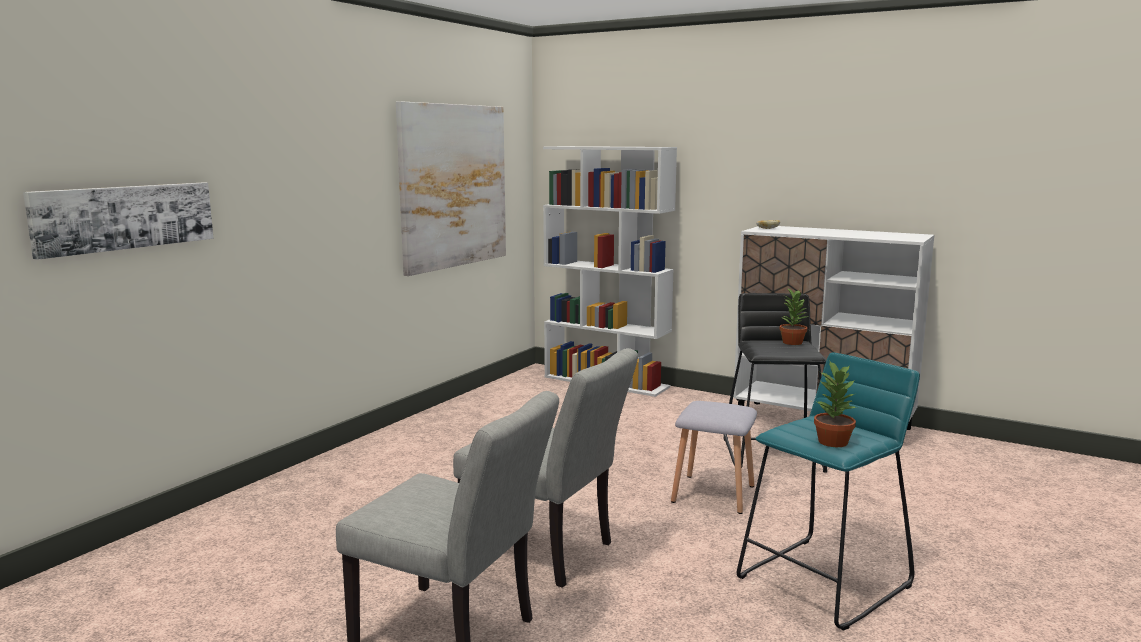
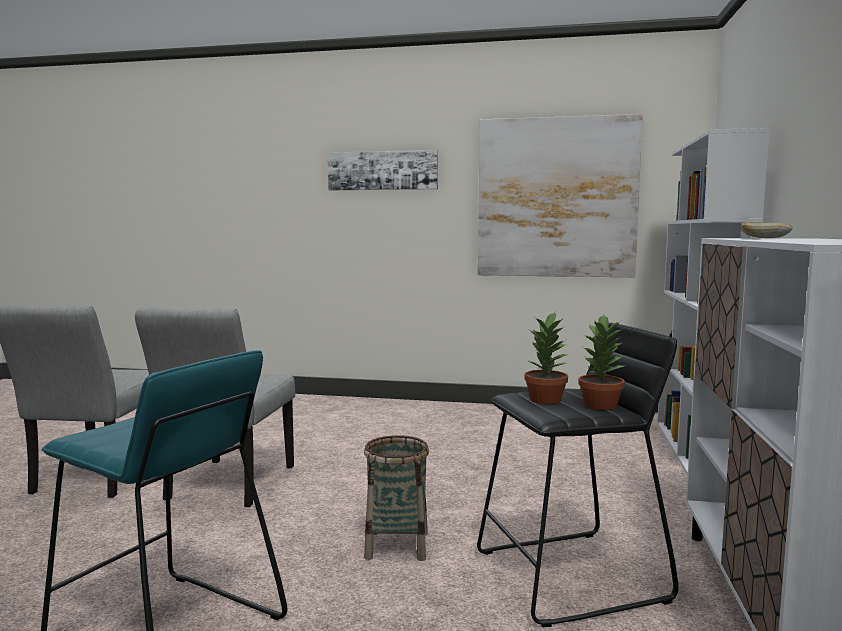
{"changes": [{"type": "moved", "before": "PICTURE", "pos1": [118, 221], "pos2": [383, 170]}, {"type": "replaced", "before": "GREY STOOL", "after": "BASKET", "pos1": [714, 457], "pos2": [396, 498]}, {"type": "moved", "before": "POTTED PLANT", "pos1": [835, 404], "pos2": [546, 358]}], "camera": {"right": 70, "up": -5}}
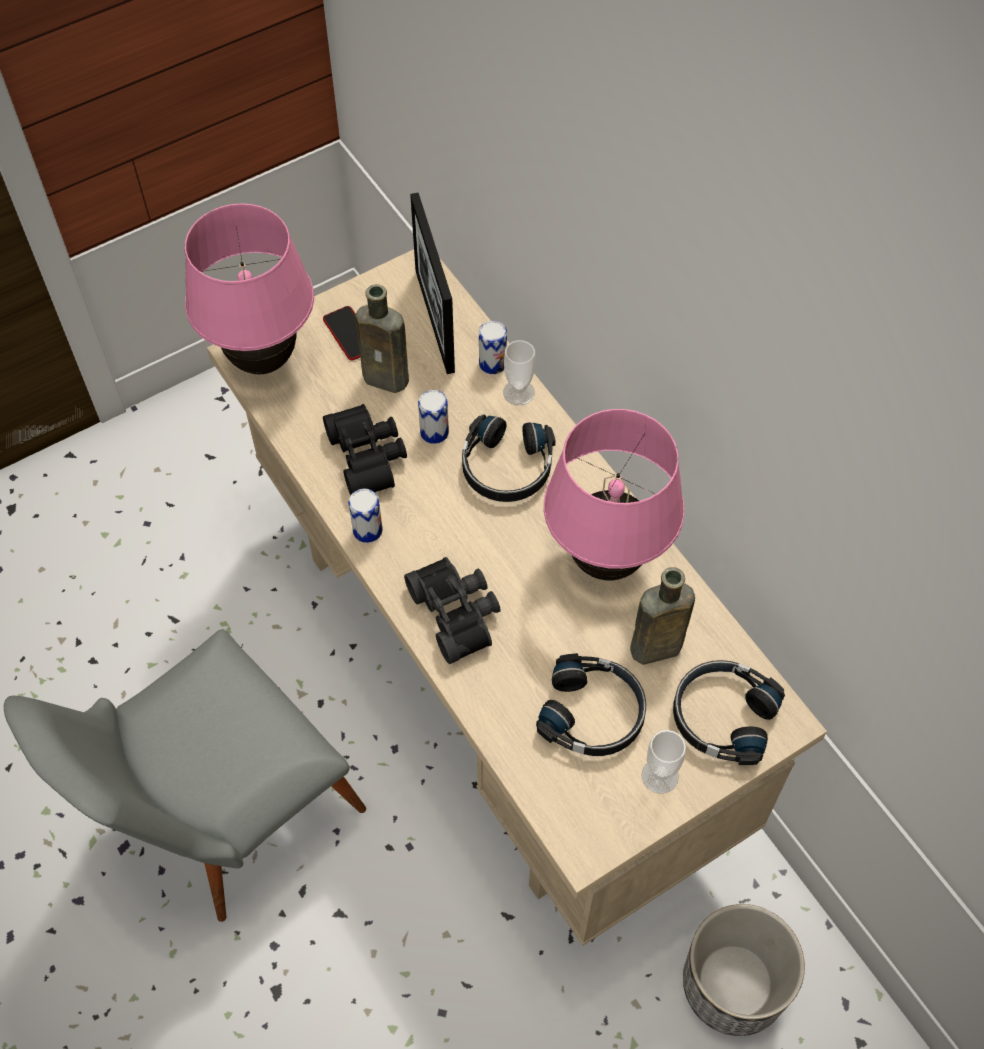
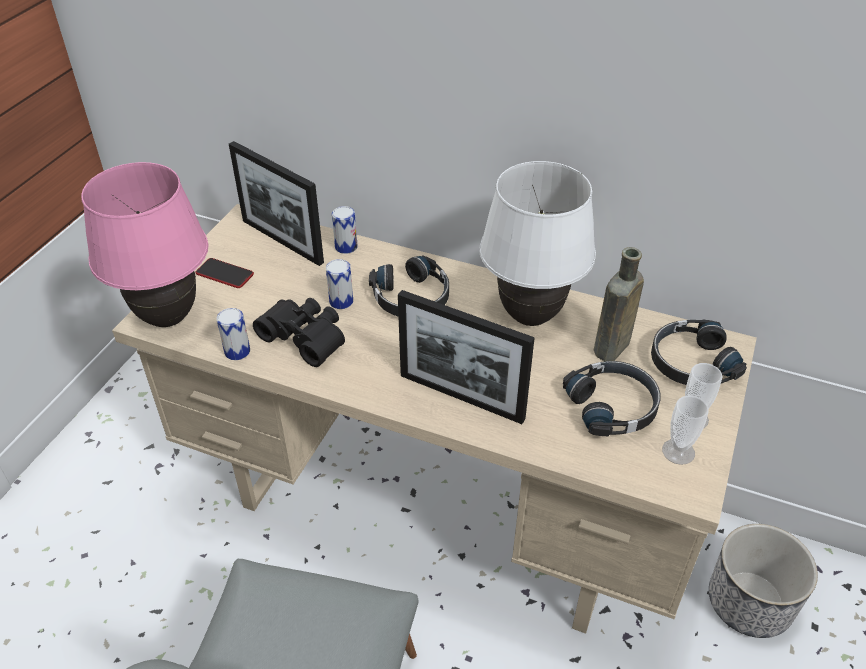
{"changes": [{"type": "moved", "before": "CAN", "pos1": [365, 516], "pos2": [233, 334]}, {"type": "replaced", "before": "BLACK BINOCULARS", "after": "PICTURE FRAME", "pos1": [452, 610], "pos2": [466, 357]}, {"type": "recoloured", "before": "PINK TABLE LAMP", "after": "WHITE TABLE LAMP", "pos1": [614, 494], "pos2": [537, 243]}, {"type": "moved", "before": "CUP", "pos1": [519, 372], "pos2": [685, 430]}, {"type": "removed", "before": "BROWN BOTTLE", "pos1": [382, 338]}], "camera": {"right": -35, "up": -15}}
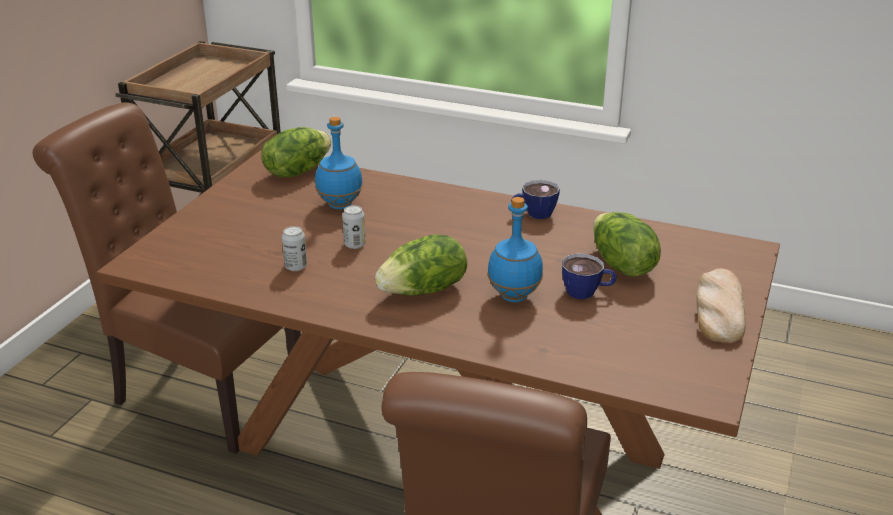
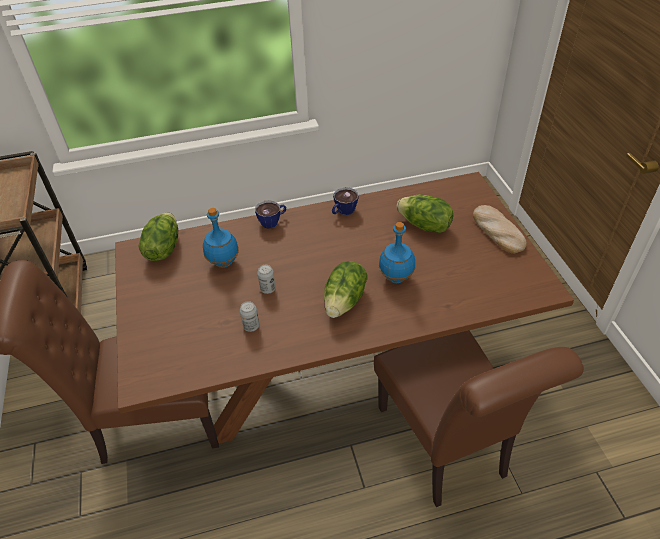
{"changes": [{"type": "moved", "before": "CUP", "pos1": [589, 276], "pos2": [270, 214]}], "camera": {"right": -35, "up": 15}}
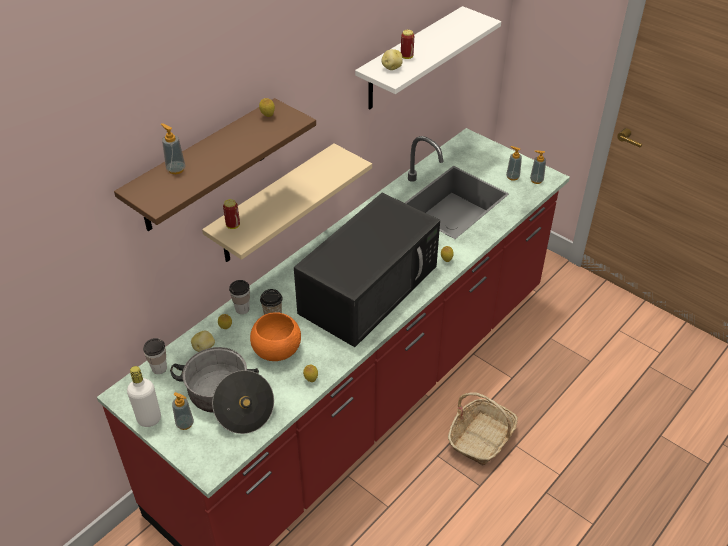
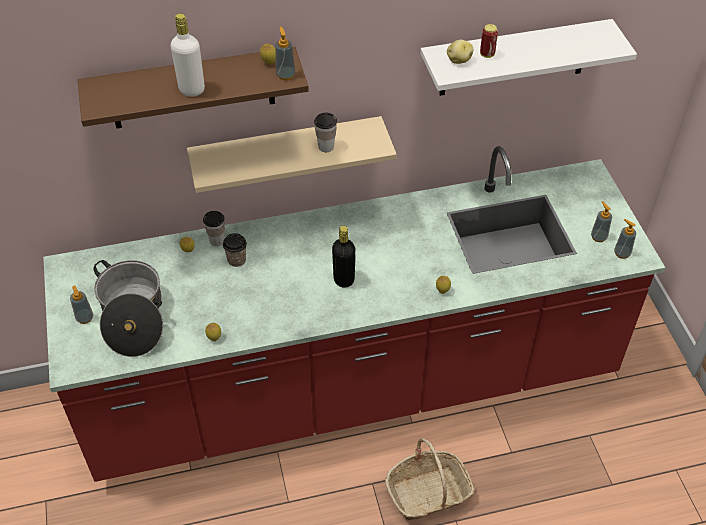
{"changes": [{"type": "moved", "before": "WHITE BOTTLE", "pos1": [144, 396], "pos2": [188, 55]}, {"type": "moved", "before": "SOAP DISPENSER", "pos1": [173, 148], "pos2": [285, 53]}, {"type": "moved", "before": "CUP", "pos1": [155, 356], "pos2": [325, 132]}, {"type": "replaced", "before": "BLACK MICROWAVE", "after": "BLACK BOTTLE", "pos1": [367, 270], "pos2": [343, 257]}, {"type": "removed", "before": "POTATO", "pos1": [203, 341]}, {"type": "removed", "before": "CAN", "pos1": [231, 214]}, {"type": "removed", "before": "ORANGE BOWL", "pos1": [275, 336]}], "camera": {"right": 35, "up": 5}}
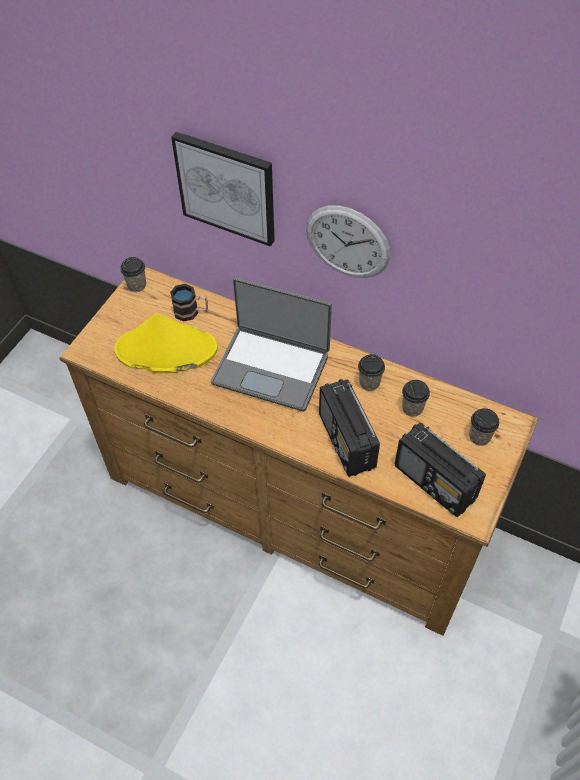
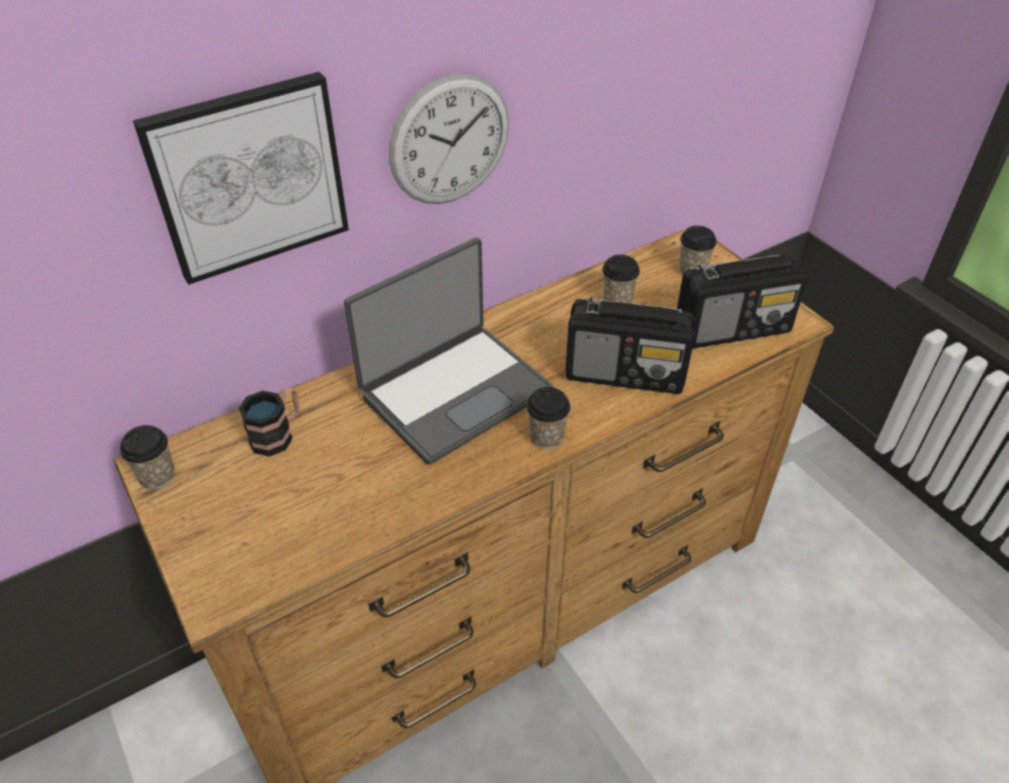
{"changes": [{"type": "moved", "before": "CUP", "pos1": [371, 372], "pos2": [548, 418]}, {"type": "removed", "before": "YELLOW HAT", "pos1": [166, 343]}], "camera": {"right": -60, "up": -10}}
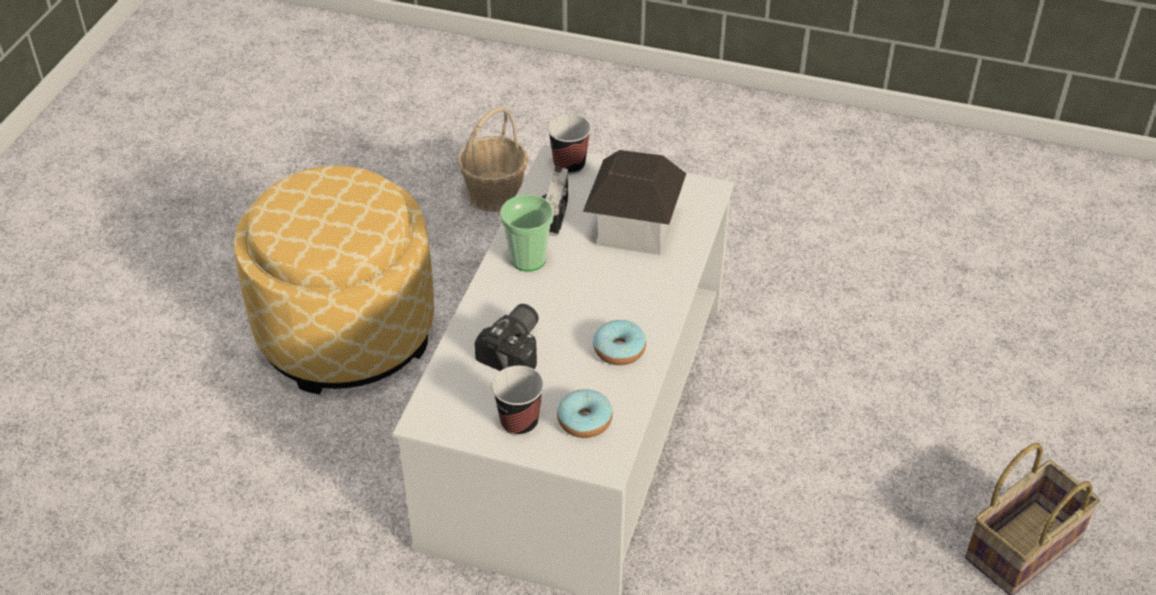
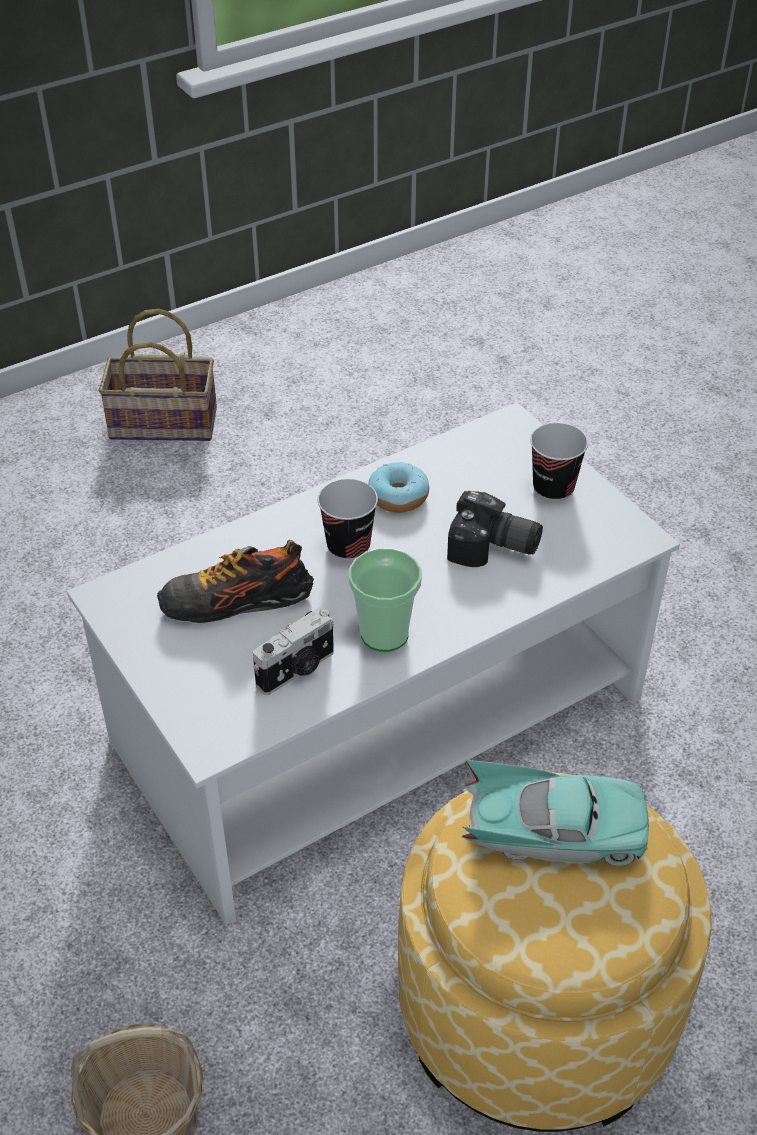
{"changes": [{"type": "replaced", "before": "TOY HOUSE", "after": "SHOE", "pos1": [634, 202], "pos2": [235, 581]}, {"type": "moved", "before": "CUP", "pos1": [569, 144], "pos2": [348, 520]}, {"type": "turned", "before": "PHOTO CAMERA", "pos1": [506, 337], "pos2": [495, 529], "turn": -135}, {"type": "added", "after": "TURQUOISE TOY CAR", "pos2": [555, 812]}, {"type": "removed", "before": "DONUT", "pos1": [585, 413]}], "camera": {"right": -140, "up": 0}}
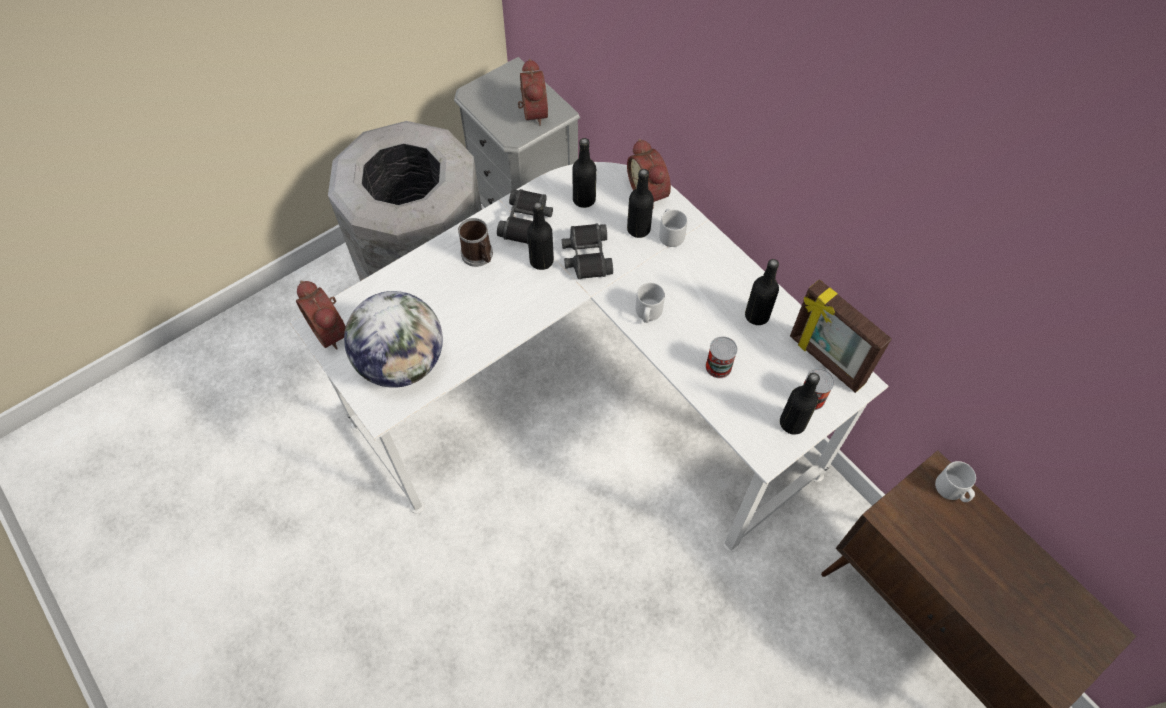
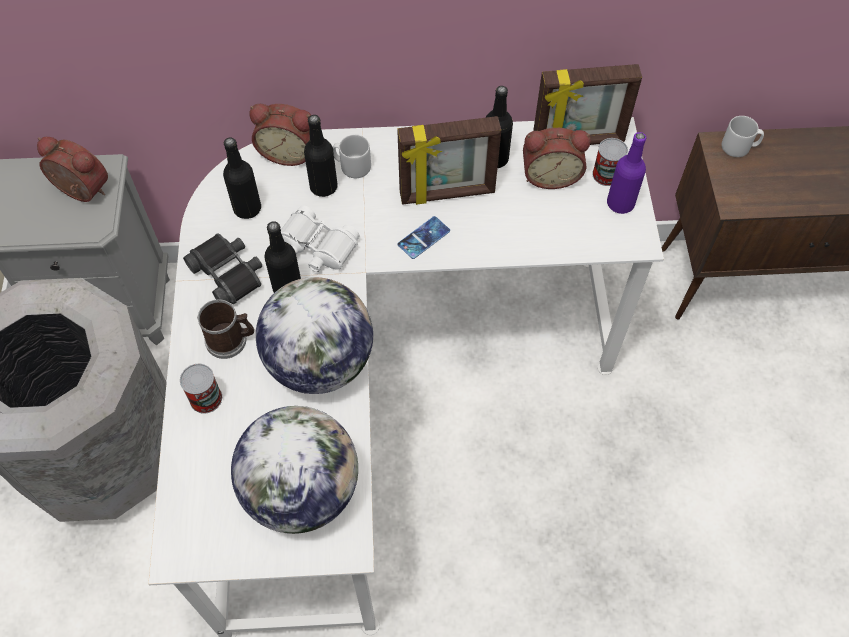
{"changes": [{"type": "moved", "before": "CAN", "pos1": [721, 357], "pos2": [201, 389]}, {"type": "added", "after": "GLOBE", "pos2": [314, 335]}, {"type": "recoloured", "before": "BLACK BINOCULARS", "after": "WHITE BINOCULARS", "pos1": [587, 251], "pos2": [320, 238]}, {"type": "added", "after": "PICTURE FRAME", "pos2": [449, 160]}, {"type": "replaced", "before": "GREY MUG", "after": "PHONE", "pos1": [650, 302], "pos2": [424, 237]}, {"type": "moved", "before": "ALARM CLOCK", "pos1": [321, 315], "pos2": [557, 158]}, {"type": "recoloured", "before": "BLACK BOTTLE", "after": "PURPLE BOTTLE", "pos1": [800, 404], "pos2": [626, 173]}], "camera": {"right": -55, "up": 0}}
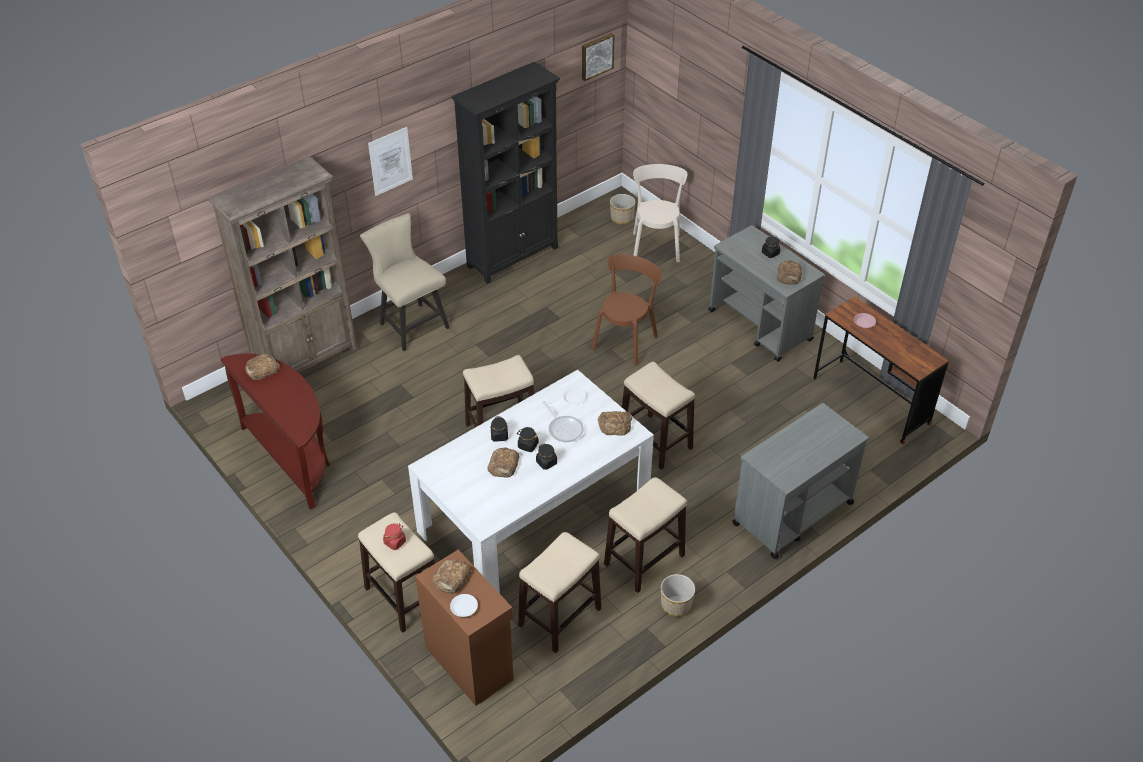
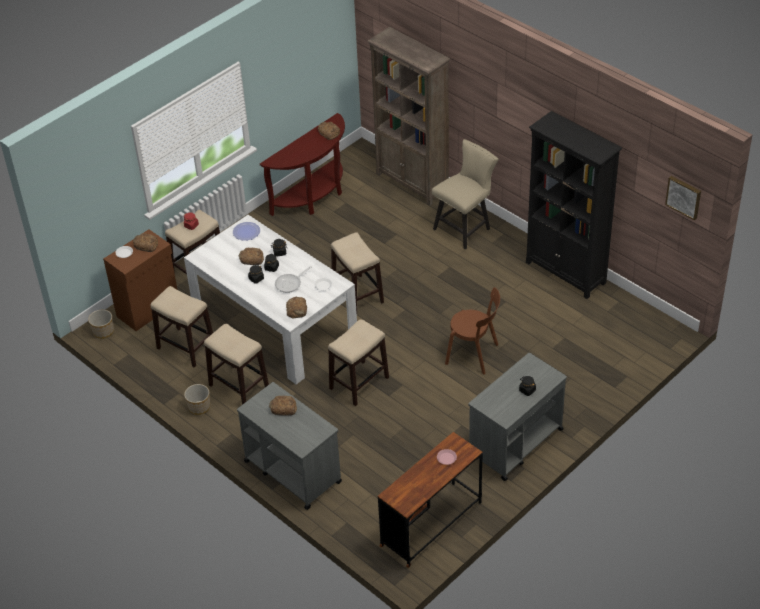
{"changes": [{"type": "moved", "before": "PLANTER", "pos1": [622, 209], "pos2": [101, 324]}, {"type": "added", "after": "PLATE", "pos2": [246, 231]}, {"type": "moved", "before": "BREAD", "pos1": [789, 272], "pos2": [283, 406]}, {"type": "removed", "before": "PICTURE", "pos1": [390, 161]}, {"type": "removed", "before": "BEIGE CHAIR", "pos1": [660, 213]}], "camera": {"right": 85, "up": 0}}
